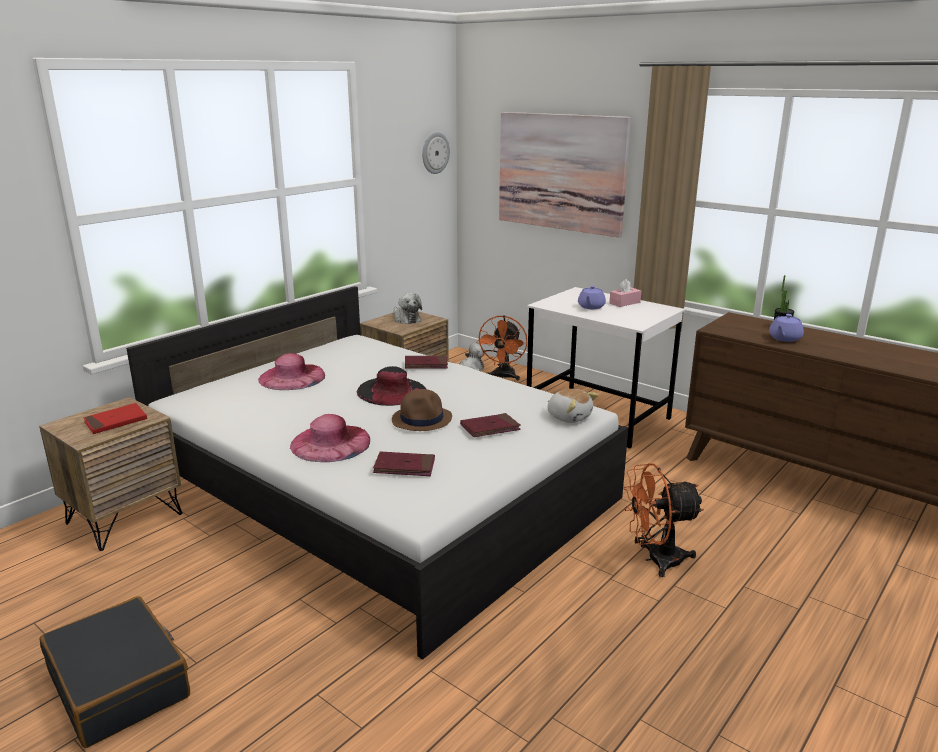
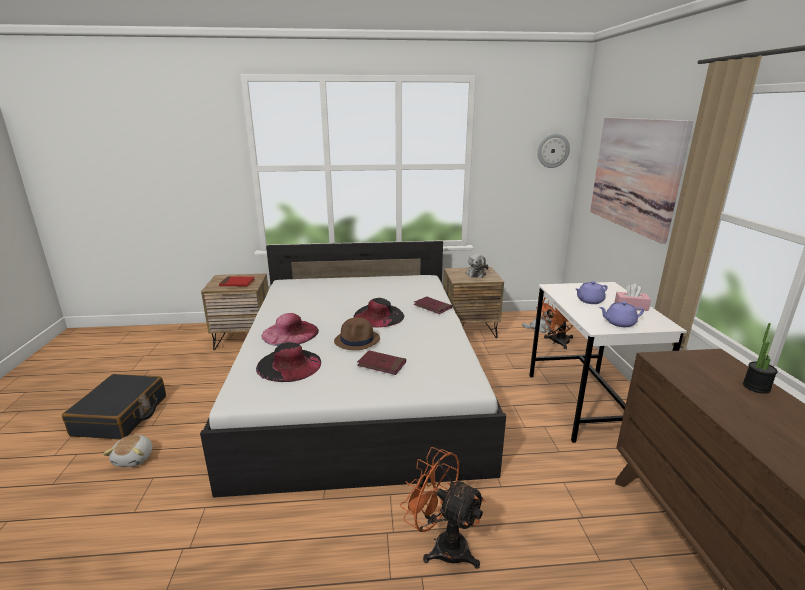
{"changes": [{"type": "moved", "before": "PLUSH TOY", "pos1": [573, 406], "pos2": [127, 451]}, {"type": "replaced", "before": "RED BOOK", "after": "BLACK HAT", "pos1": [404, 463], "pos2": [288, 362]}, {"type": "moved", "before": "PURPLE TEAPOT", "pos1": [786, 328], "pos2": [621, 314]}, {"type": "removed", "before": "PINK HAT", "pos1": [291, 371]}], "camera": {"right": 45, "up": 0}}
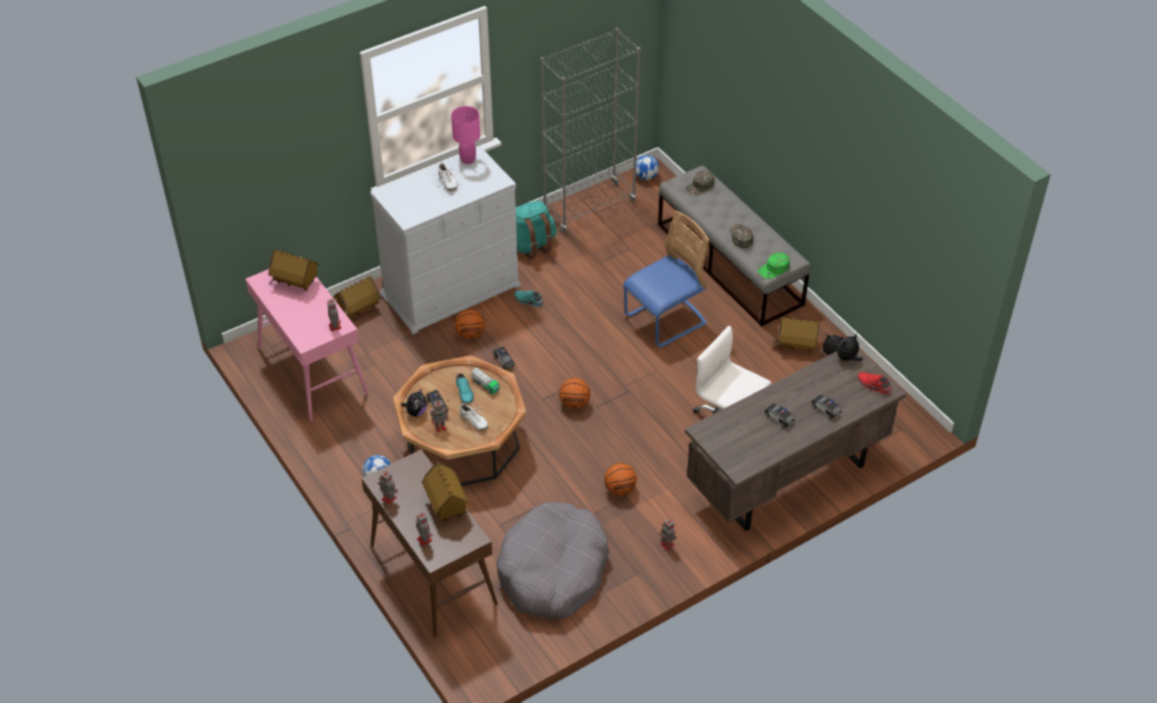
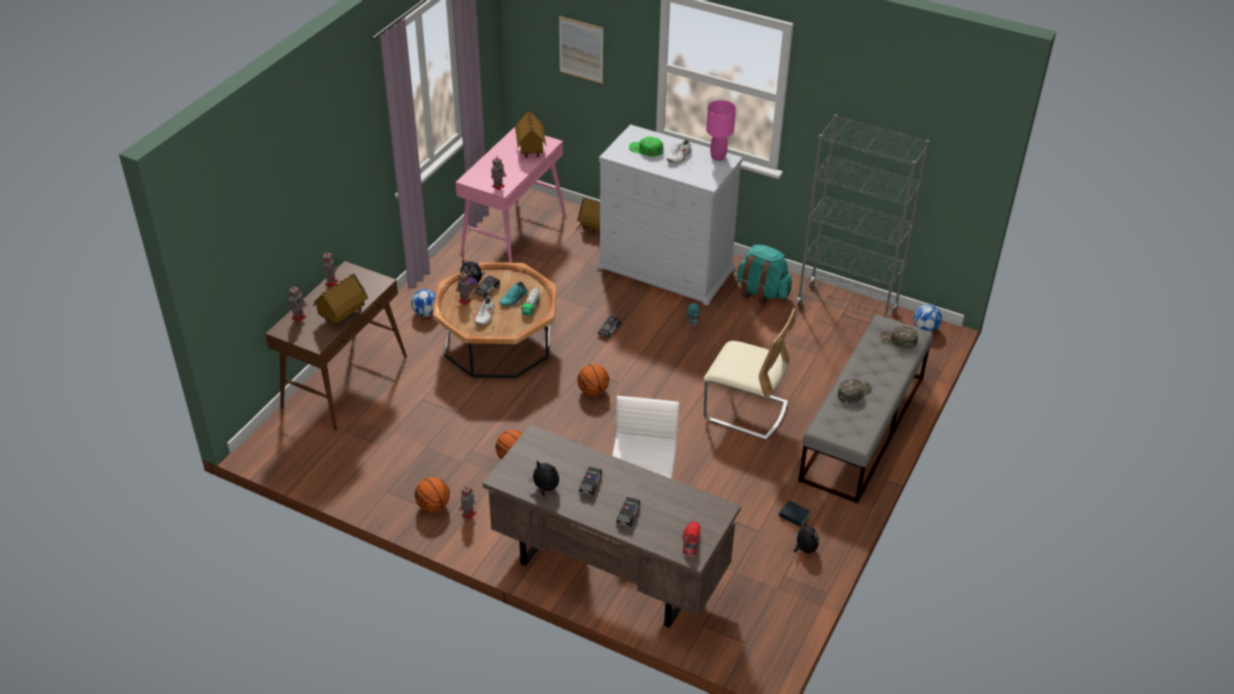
{"changes": [{"type": "moved", "before": "BASKETBALL", "pos1": [470, 324], "pos2": [432, 494]}, {"type": "moved", "before": "PLUSH TOY", "pos1": [850, 347], "pos2": [543, 478]}, {"type": "added", "after": "PICTURE", "pos2": [581, 50]}, {"type": "moved", "before": "GREEN CAP", "pos1": [774, 266], "pos2": [646, 147]}, {"type": "recoloured", "before": "BLUE CHAIR", "after": "BEIGE CHAIR", "pos1": [666, 278], "pos2": [749, 374]}, {"type": "replaced", "before": "TOY HOUSE", "after": "BOOK", "pos1": [795, 334], "pos2": [795, 514]}, {"type": "removed", "before": "GREY DOG BED", "pos1": [552, 560]}], "camera": {"right": 60, "up": -5}}
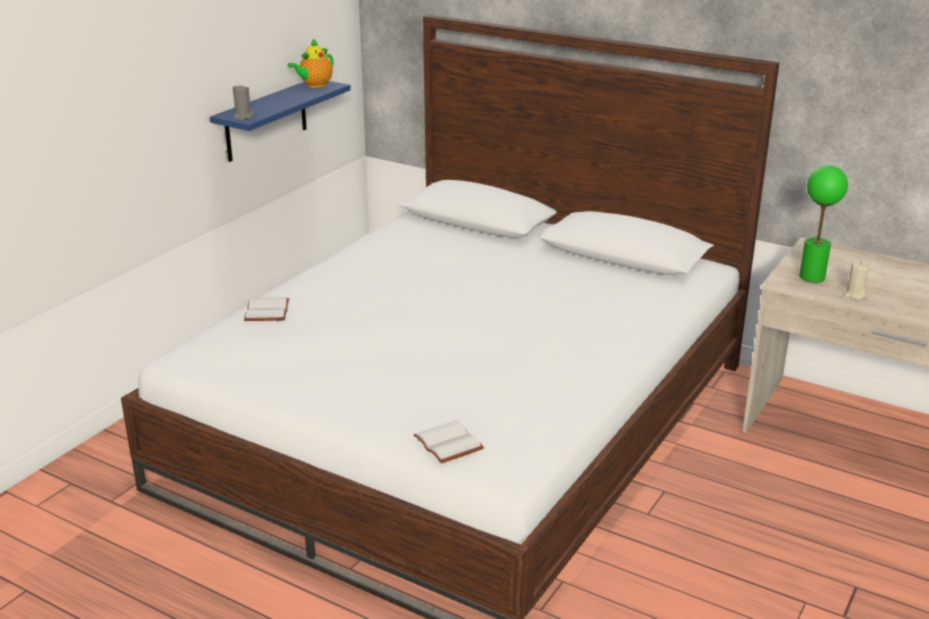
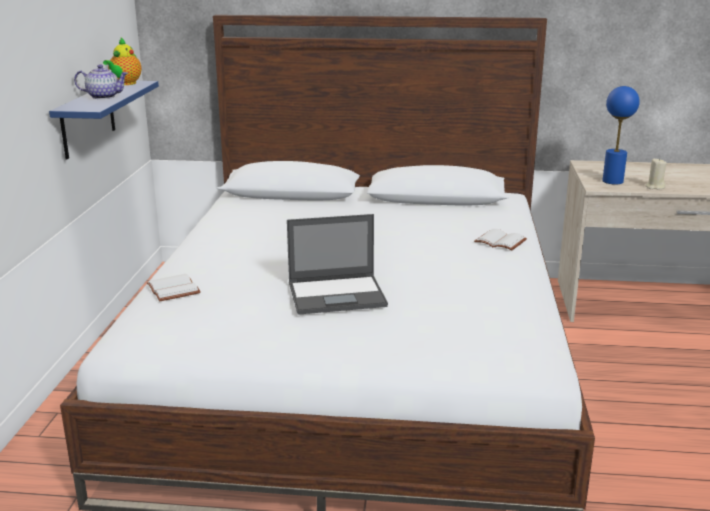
{"changes": [{"type": "added", "after": "TEAPOT", "pos2": [101, 81]}, {"type": "added", "after": "LAPTOP", "pos2": [337, 264]}, {"type": "moved", "before": "WHITE BOOK", "pos1": [448, 441], "pos2": [500, 239]}, {"type": "recoloured", "before": "GREEN TABLE LAMP", "after": "BLUE TABLE LAMP", "pos1": [823, 224], "pos2": [621, 135]}, {"type": "removed", "before": "GREY CANDLE", "pos1": [243, 102]}], "camera": {"right": -25, "up": -5}}
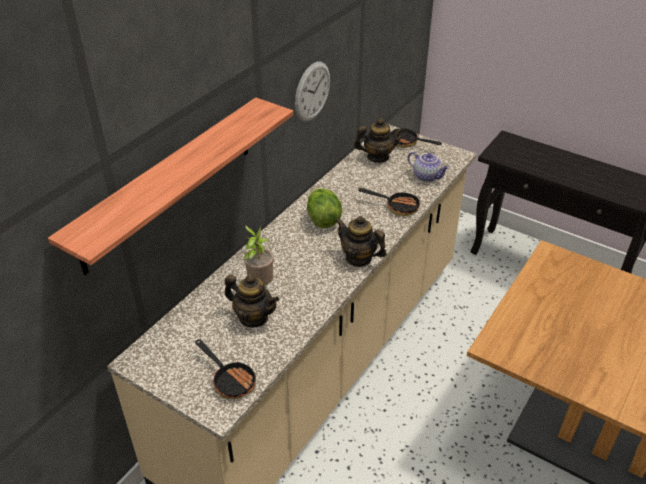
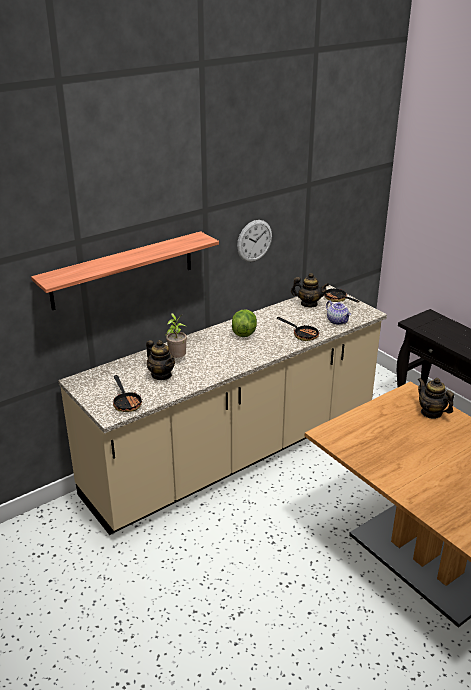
{"changes": [{"type": "moved", "before": "TEAPOT", "pos1": [360, 241], "pos2": [436, 398]}], "camera": {"right": 20, "up": -10}}
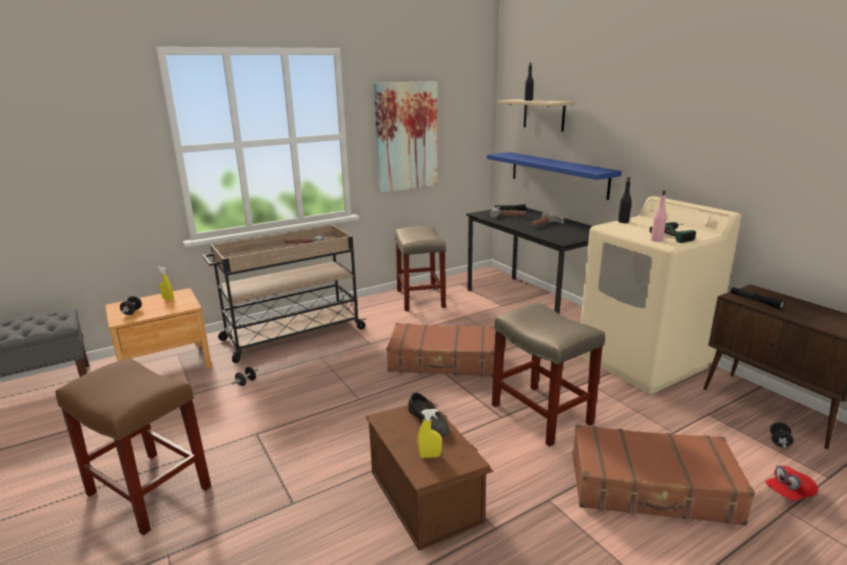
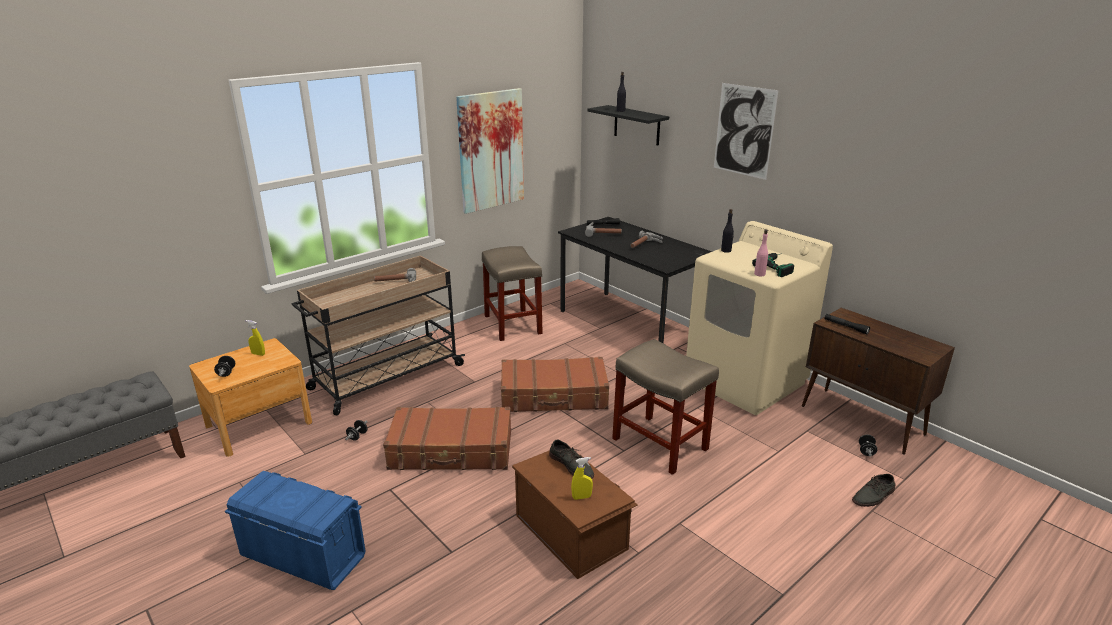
{"changes": [{"type": "replaced", "before": "BROWN STOOL", "after": "BLUE STORAGE BOX", "pos1": [133, 447], "pos2": [295, 530]}, {"type": "moved", "before": "BROWN SUITCASE", "pos1": [663, 475], "pos2": [447, 438]}, {"type": "recoloured", "before": "BEIGE SHELF", "after": "BLACK SHELF", "pos1": [536, 115], "pos2": [628, 125]}, {"type": "added", "after": "PICTURE", "pos2": [746, 131]}, {"type": "replaced", "before": "RED CAP", "after": "GREY SHOE", "pos1": [791, 483], "pos2": [873, 490]}, {"type": "removed", "before": "BLUE SHELF", "pos1": [554, 176]}], "camera": {"right": -10, "up": 5}}
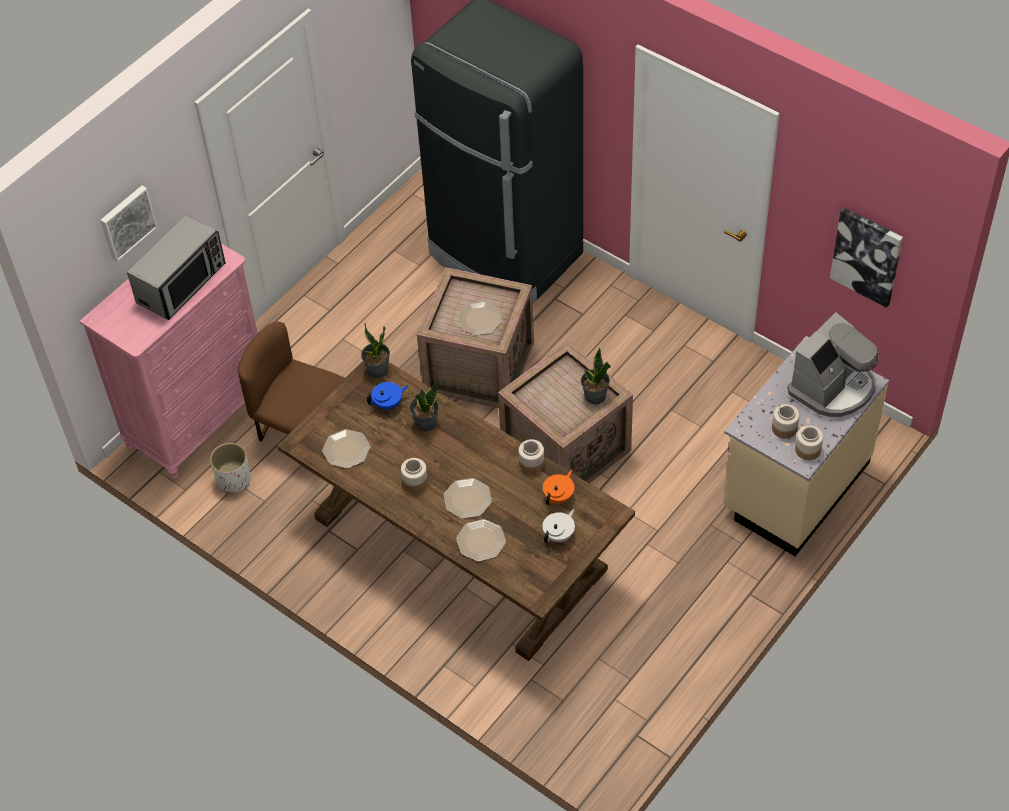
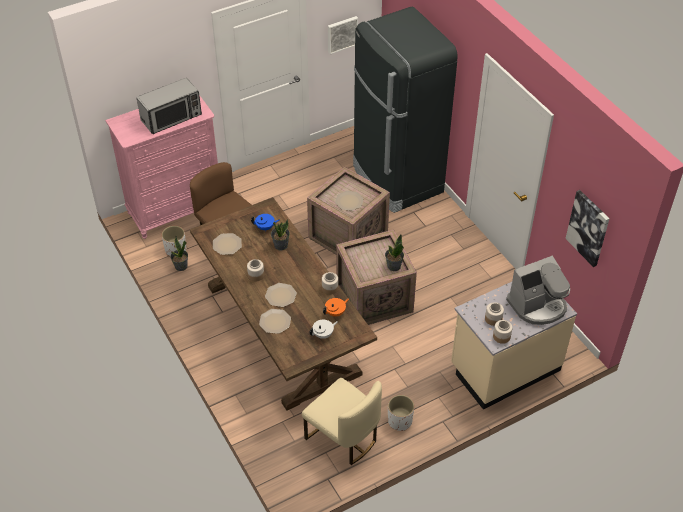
{"changes": [{"type": "moved", "before": "POTTED PLANT", "pos1": [375, 350], "pos2": [179, 253]}, {"type": "added", "after": "BEIGE CHAIR", "pos2": [342, 421]}, {"type": "moved", "before": "PICTURE", "pos1": [129, 223], "pos2": [343, 35]}, {"type": "added", "after": "WHITE PLANTER", "pos2": [401, 413]}], "camera": {"right": 20, "up": -5}}
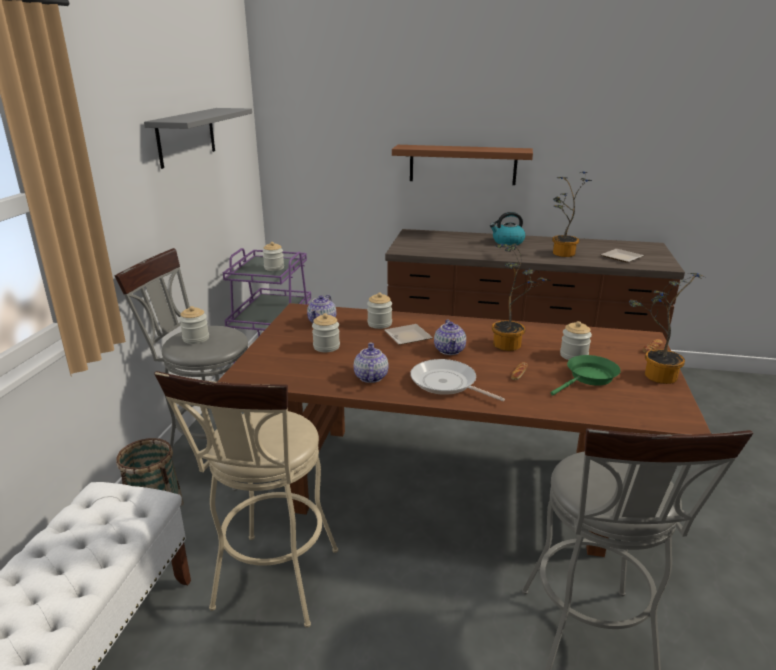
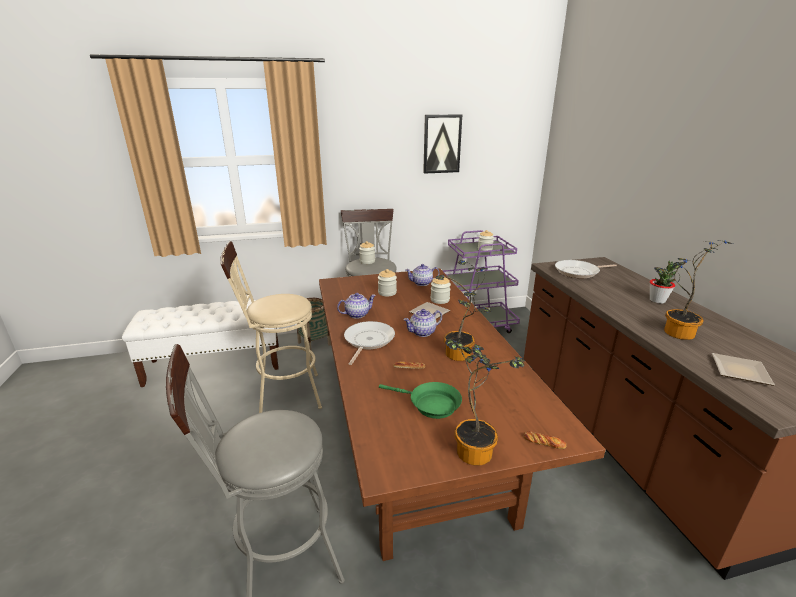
{"changes": [{"type": "replaced", "before": "GREY SHELF", "after": "PICTURE", "pos1": [198, 138], "pos2": [442, 144]}, {"type": "added", "after": "FRYING PAN", "pos2": [586, 269]}, {"type": "replaced", "before": "KETTLE", "after": "POTTED PLANT", "pos1": [507, 228], "pos2": [664, 282]}, {"type": "removed", "before": "BROWN SHELF", "pos1": [462, 165]}, {"type": "removed", "before": "JAR", "pos1": [576, 340]}], "camera": {"right": 65, "up": 0}}
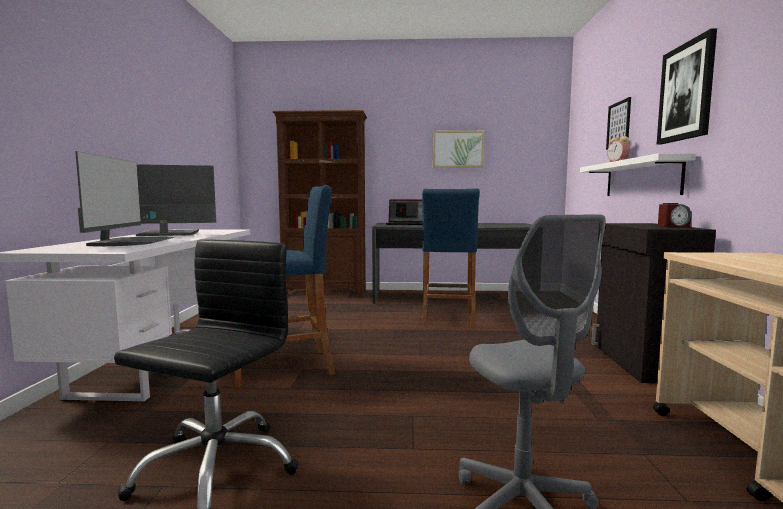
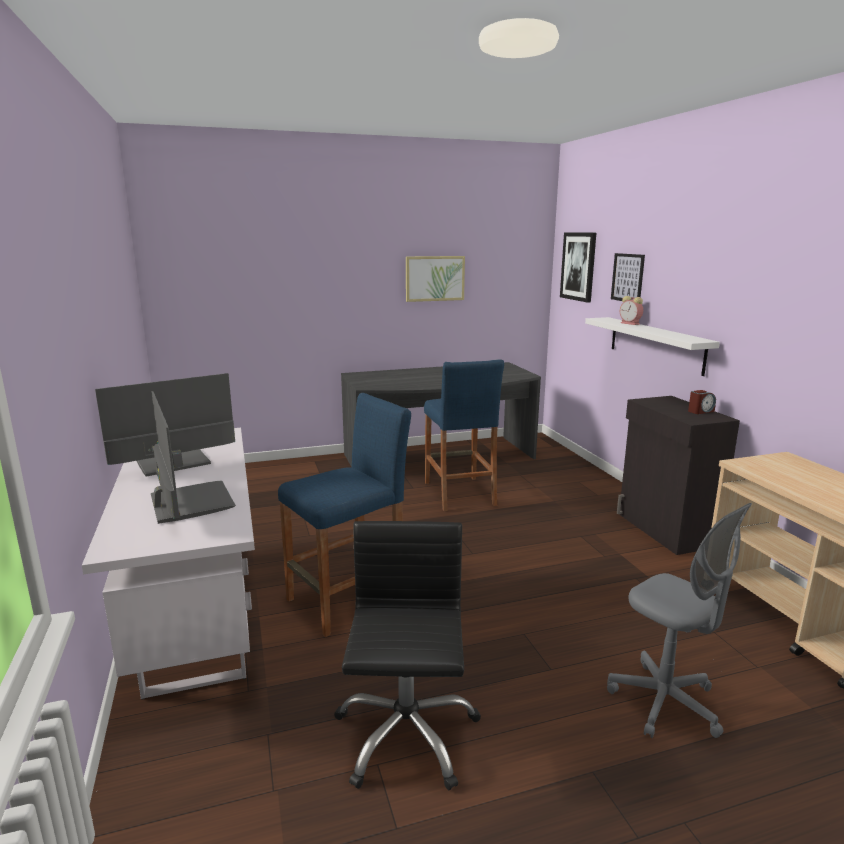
{"changes": [{"type": "moved", "before": "PICTURE", "pos1": [687, 86], "pos2": [578, 268]}, {"type": "removed", "before": "BROWN BOOKCASE", "pos1": [320, 203]}, {"type": "removed", "before": "LAPTOP", "pos1": [404, 212]}], "camera": {"right": -20, "up": 10}}
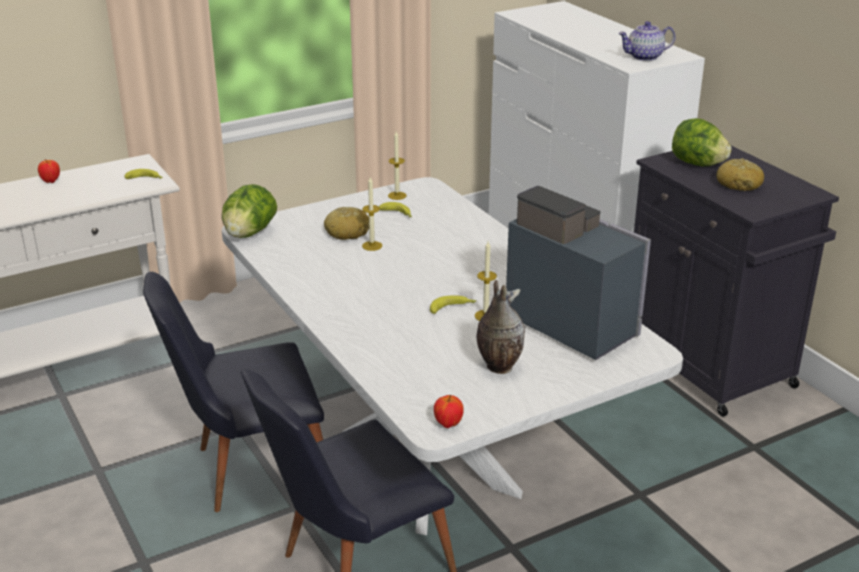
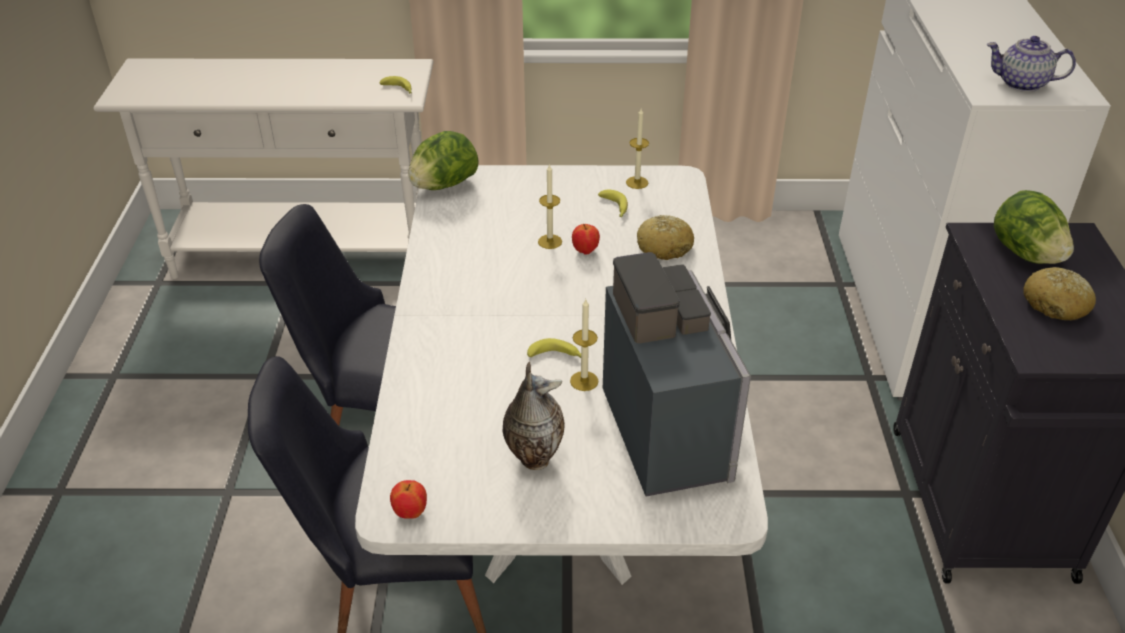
{"changes": [{"type": "moved", "before": "APPLE", "pos1": [49, 171], "pos2": [586, 239]}, {"type": "moved", "before": "BREAD", "pos1": [346, 223], "pos2": [665, 237]}], "camera": {"right": 30, "up": 10}}
